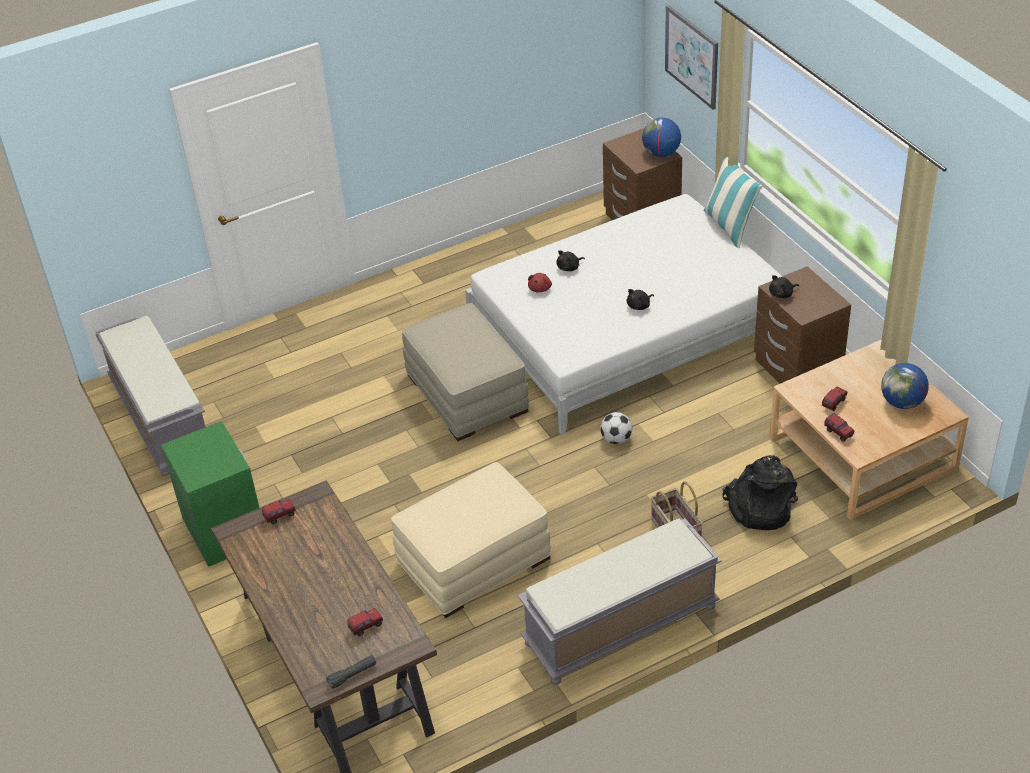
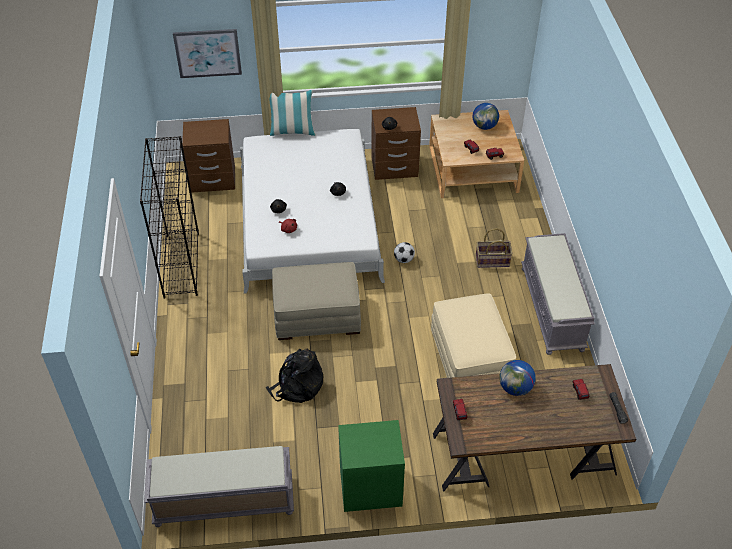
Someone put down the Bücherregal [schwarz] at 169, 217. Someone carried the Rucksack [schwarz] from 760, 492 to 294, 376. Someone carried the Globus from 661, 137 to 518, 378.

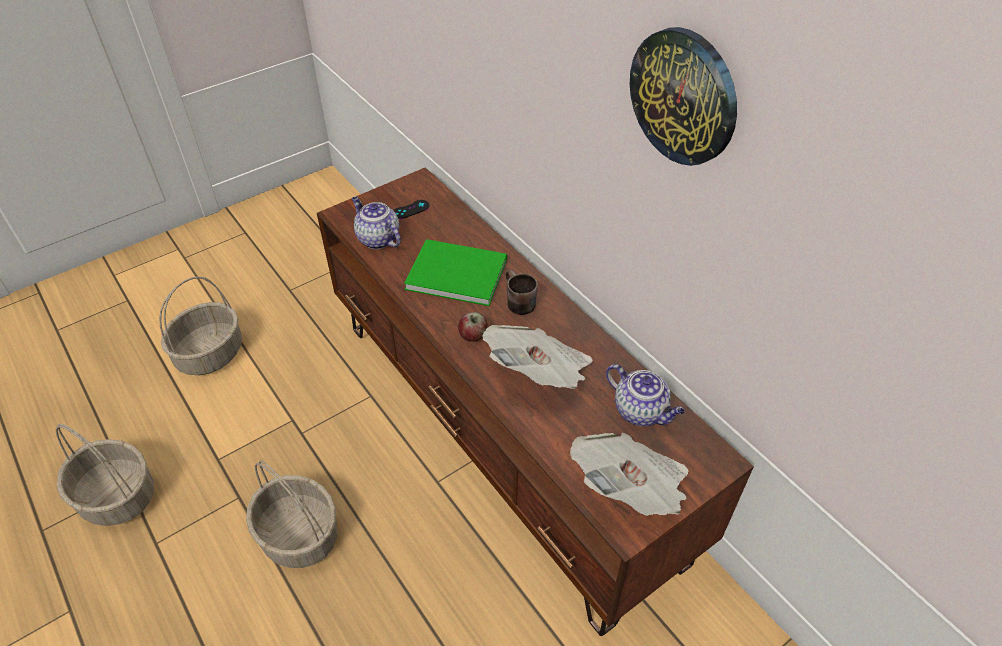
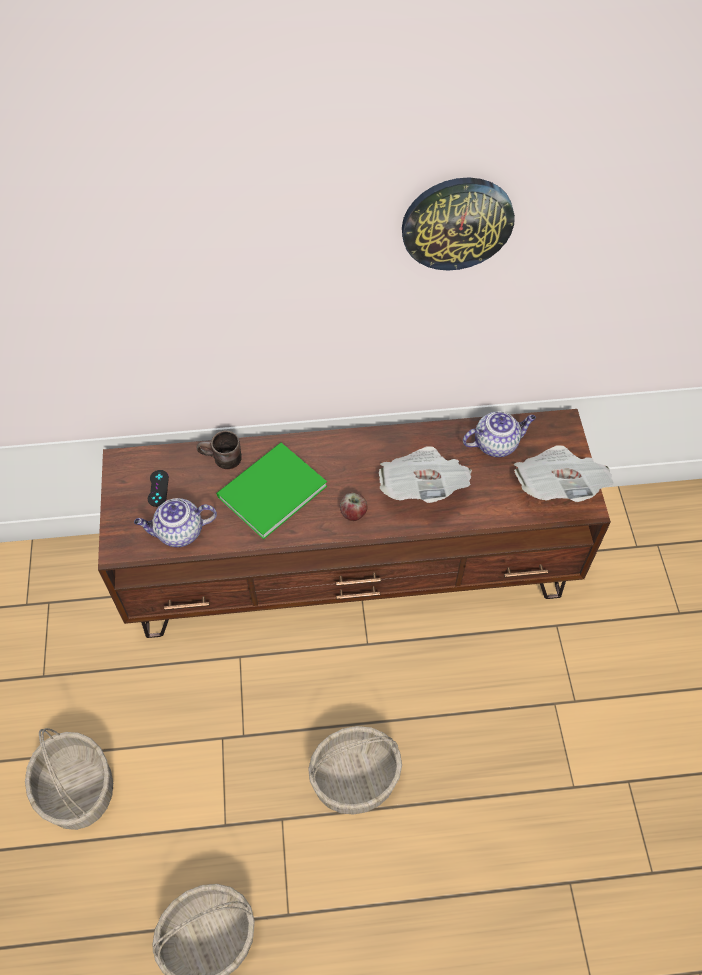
Someone carried the Henkelbecher [braun] from 522, 292 to 219, 449.

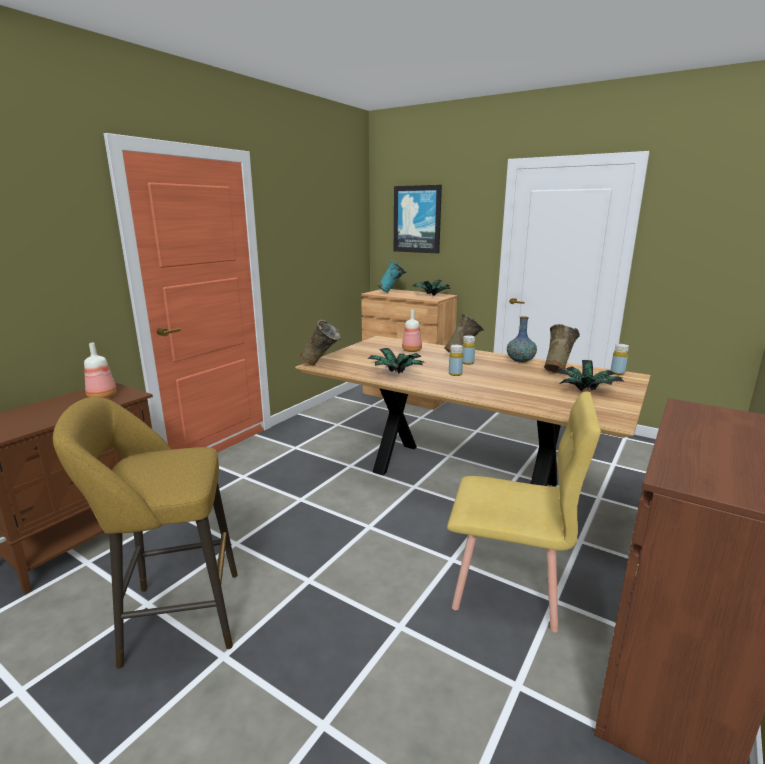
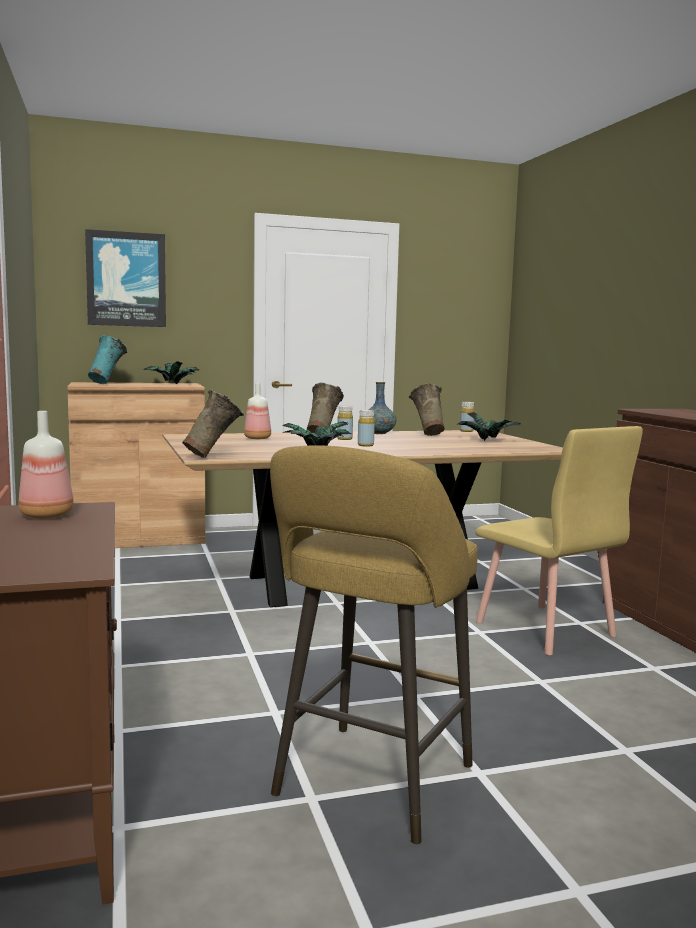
Someone rotated the Stuhl [gelb] at 524, 512 by 90 degrees clockwise.

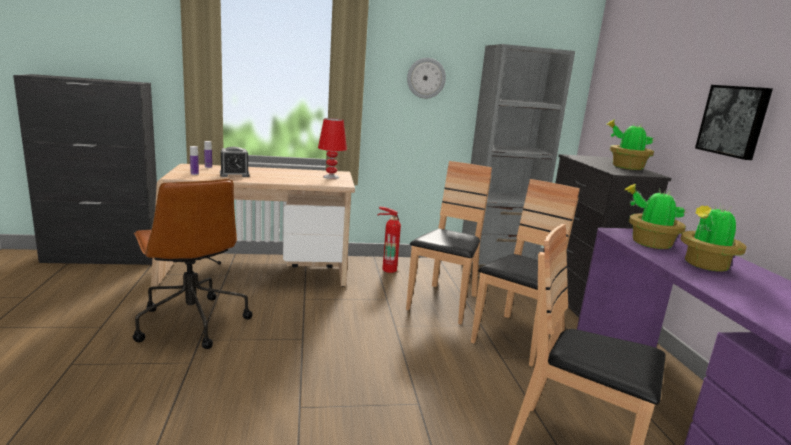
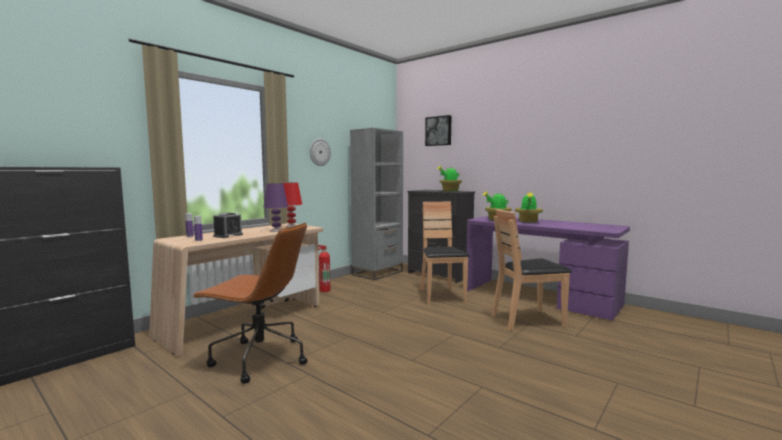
Someone put down the Tischlampe [lila] at 275, 207. Someone carried the Bild from 734, 122 to 438, 130. Someone took away the Stuhl [braun] at 449, 242.

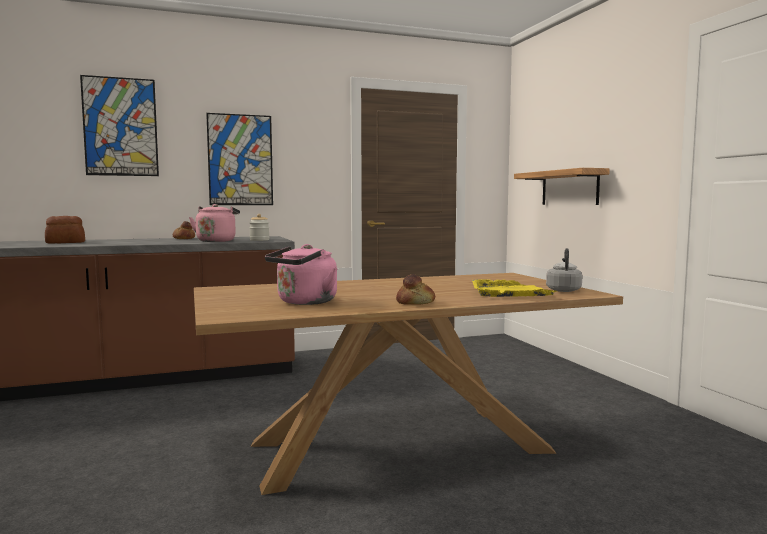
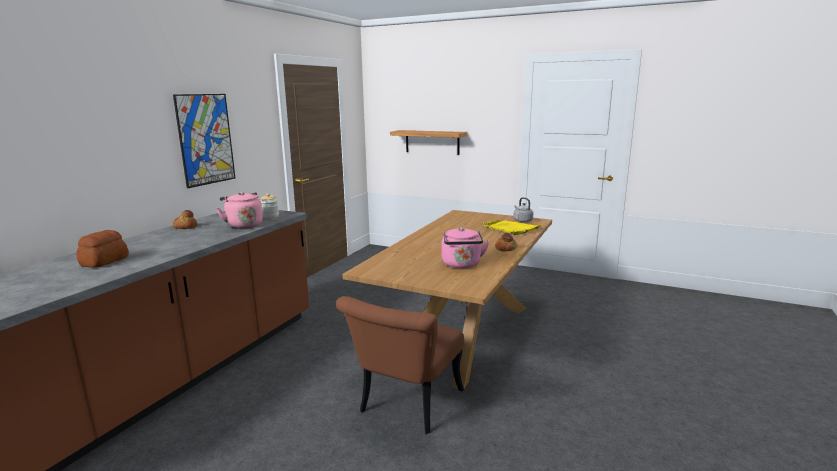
Someone put down the Stuhl [braun] at 400, 365. Someone took away the Bild at 119, 125.

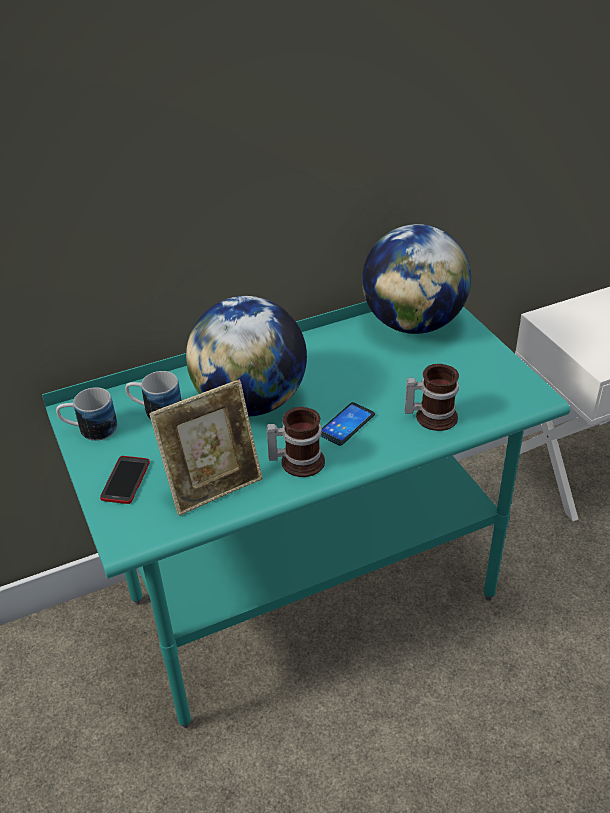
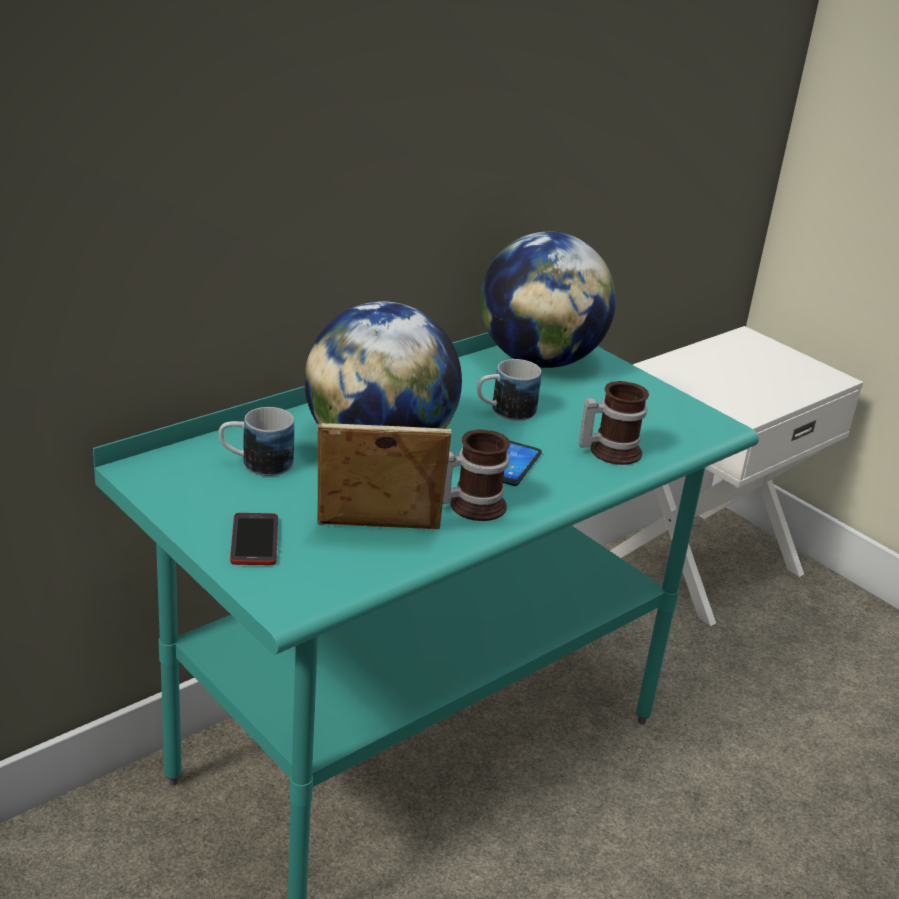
Someone rotated the Bilderrahmen at 206, 448 by 135 degrees counterclockwise. Someone carried the Henkelbecher from 86, 414 to 509, 390.

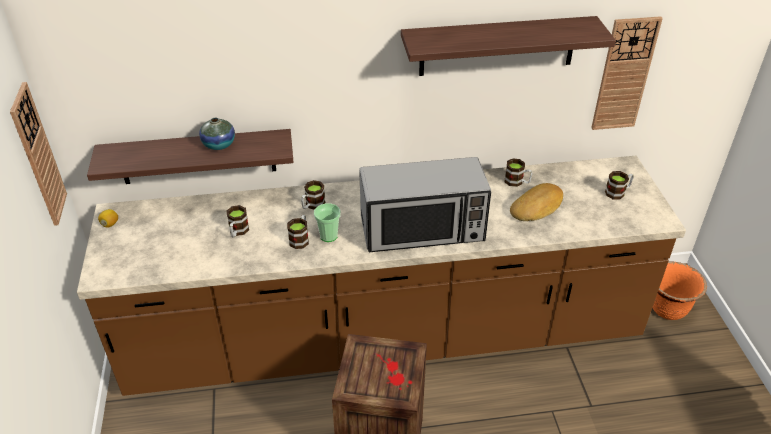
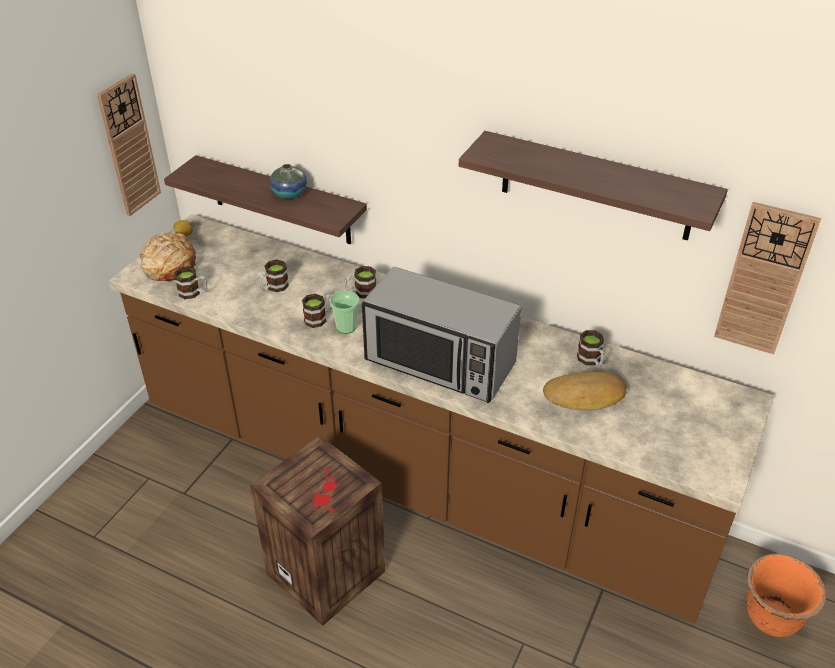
Someone put down the Brot at 168, 256. Someone carried the Henkelbecher from 619, 185 to 191, 282.

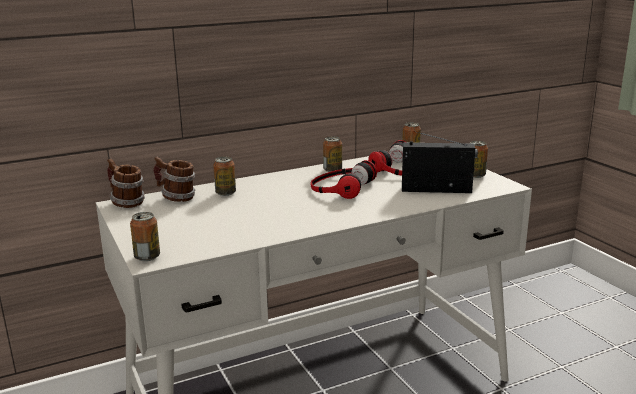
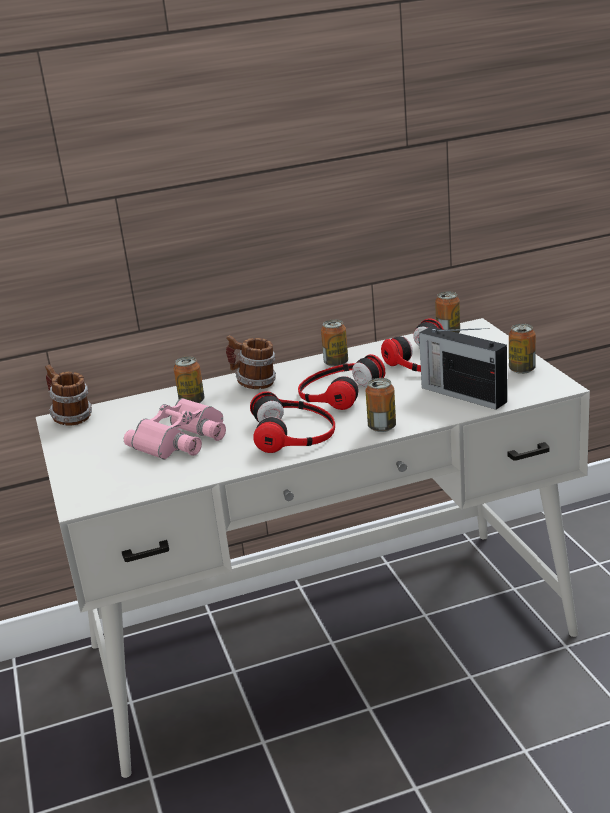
Someone put down the Fernglas [rosa] at 175, 429. Someone carried the Henkelbecher from 174, 179 to 251, 362. Someone put down the Kopfhörer at 292, 422. Someone carried the Dose from 145, 236 to 380, 405. Someone rotated the Radio at 440, 162 by 150 degrees counterclockwise.

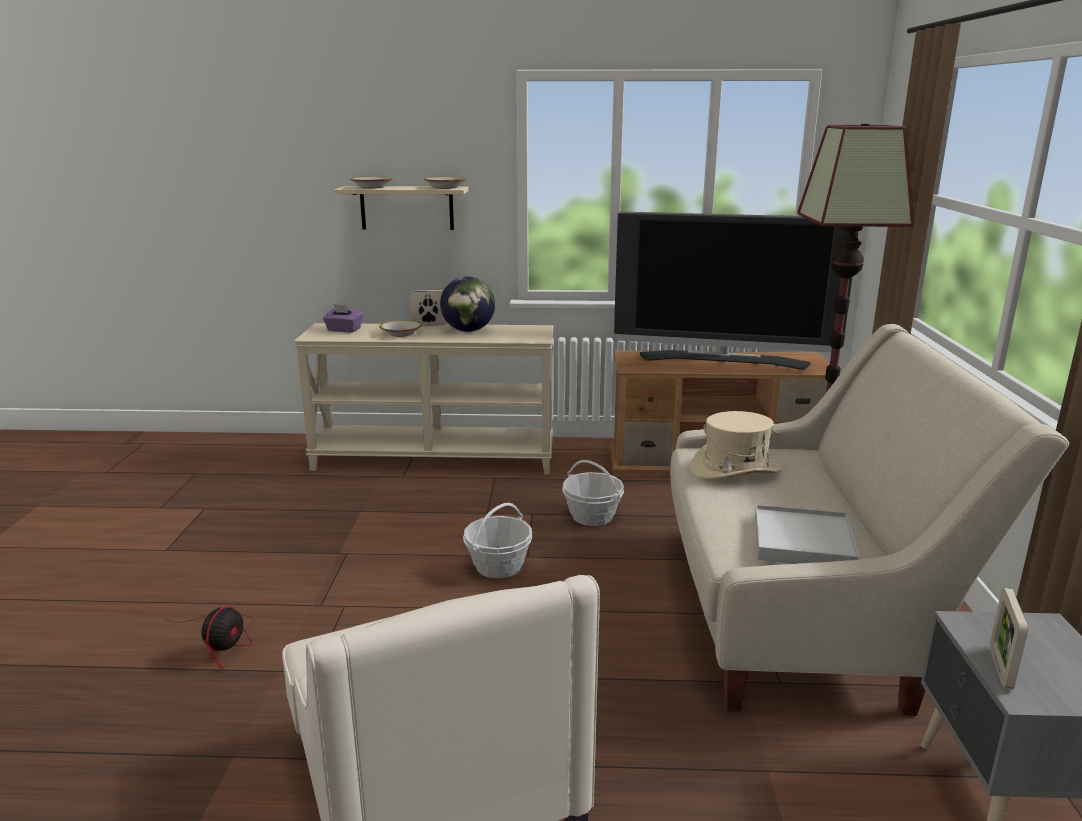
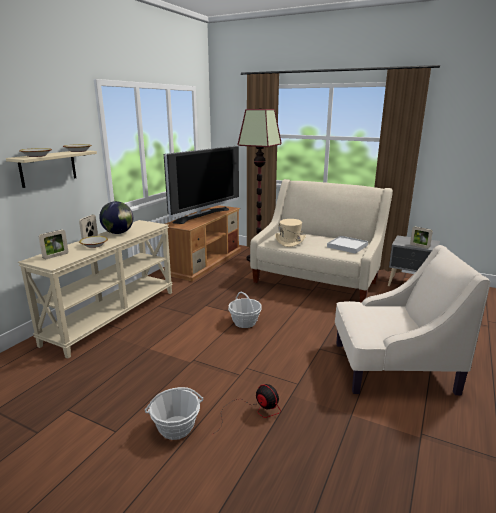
Someone swapped the Taschentuchbox [lila] at 343, 318 for the Bilderrahmen at 53, 244. Someone carried the Korb from 593, 493 to 174, 413.

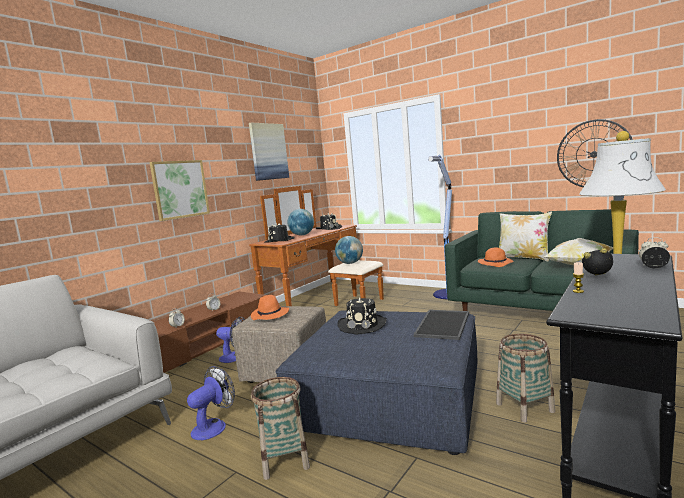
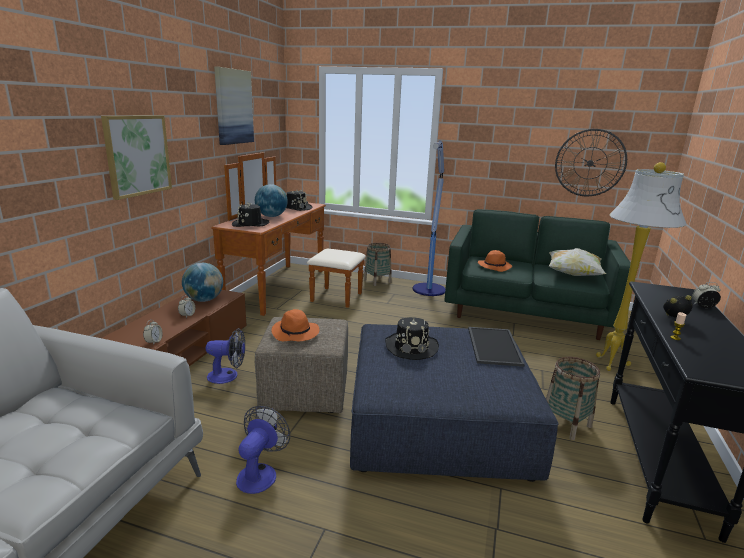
Someone carried the Globus from 349, 250 to 202, 282. Someone carried the Korb from 280, 428 to 378, 264. Someone took away the Kissen at 525, 237.

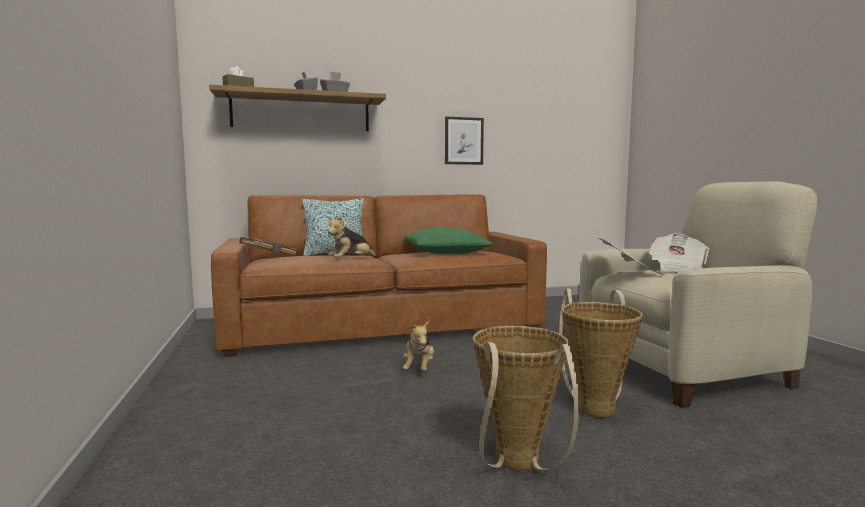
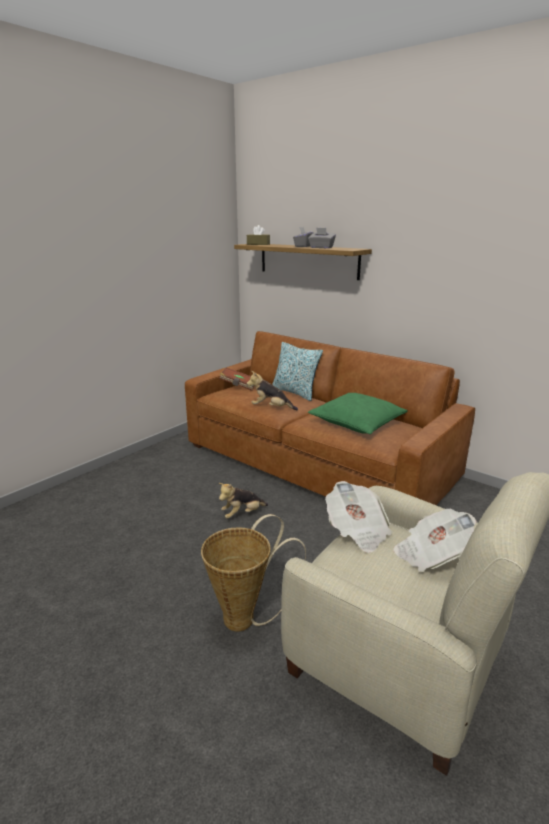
Someone took away the Bild at 464, 141. Someone took away the Korb at 526, 398.

